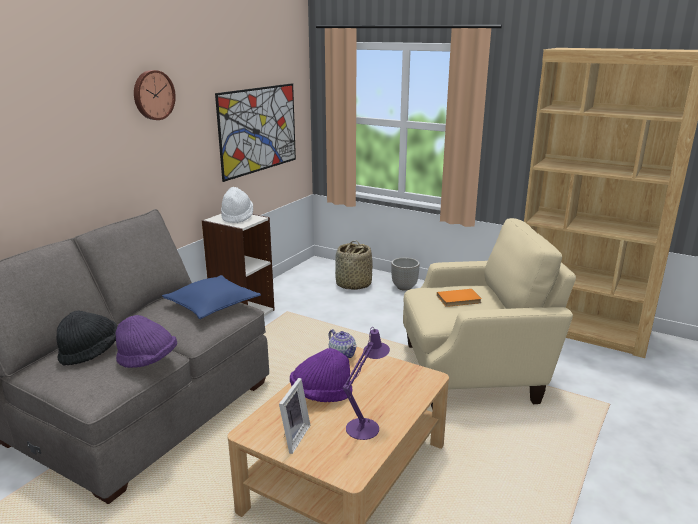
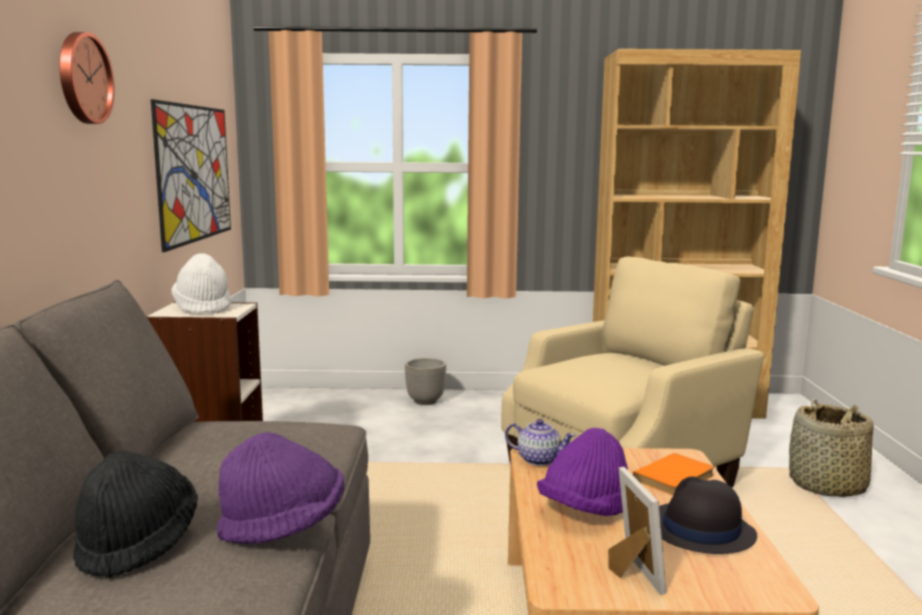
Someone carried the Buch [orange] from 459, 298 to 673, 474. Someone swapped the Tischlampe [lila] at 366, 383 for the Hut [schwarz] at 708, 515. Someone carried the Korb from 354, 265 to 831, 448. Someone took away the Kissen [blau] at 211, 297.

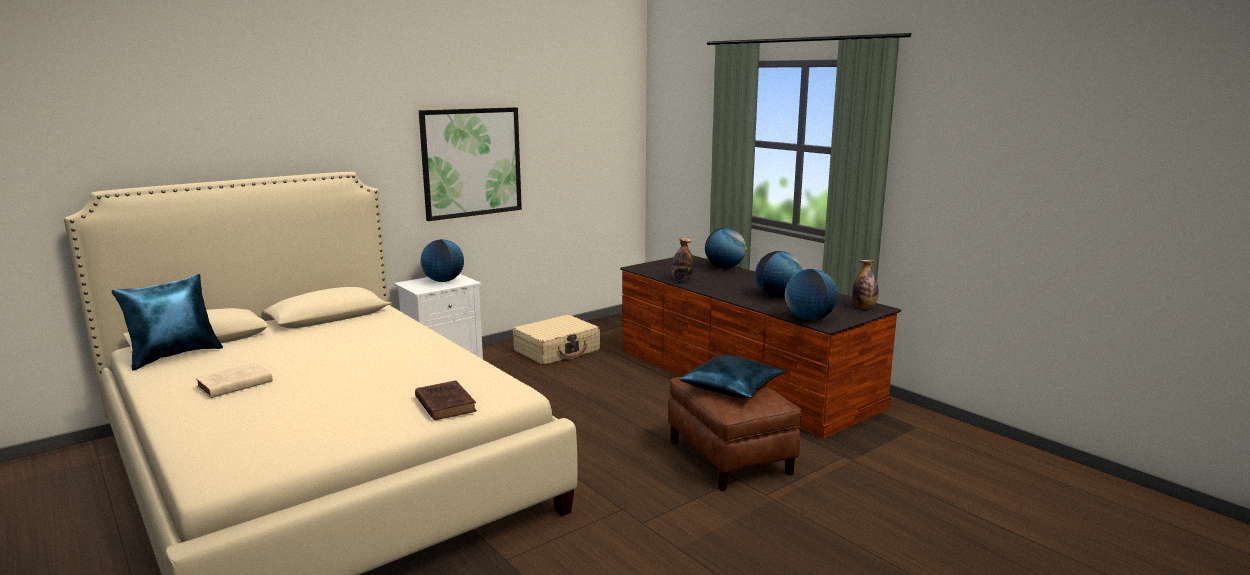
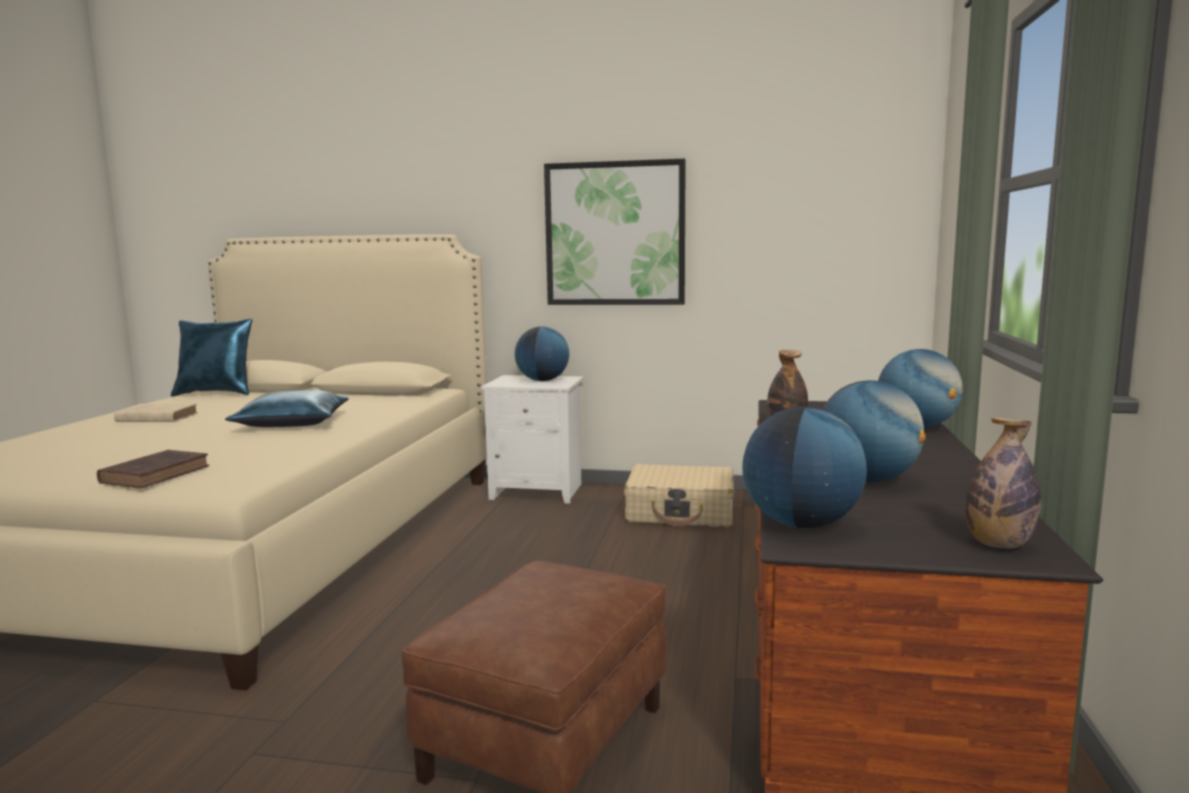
Someone carried the Kissen [blau] from 732, 376 to 287, 408.

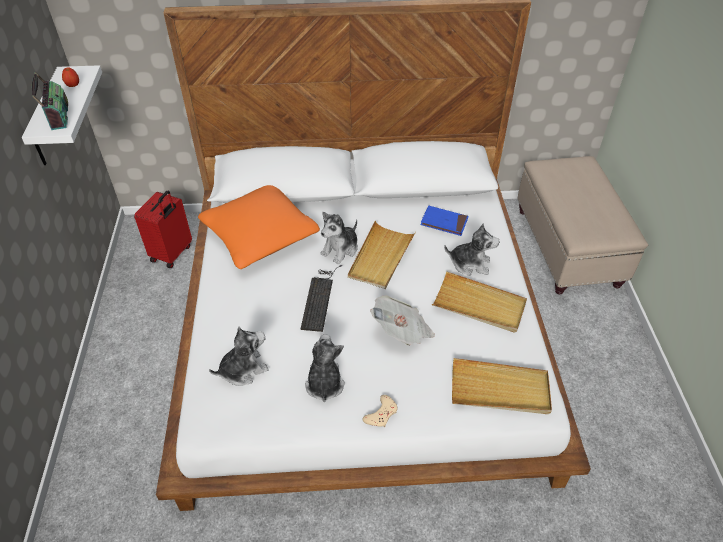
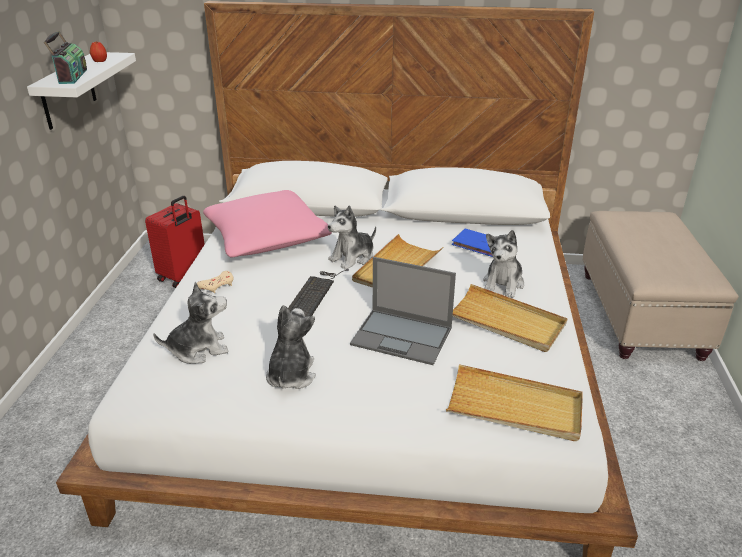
Someone carried the Gamepad [beige] from 380, 411 to 215, 282. Someone repainted the Kissen [orange] at 259, 227, which became the Kissen [rosa] at 267, 224. Someone swapped the Zeitung at 402, 320 for the Laptop at 403, 311. Someone rotated the Plüschtier at 472, 250 by 90 degrees clockwise.

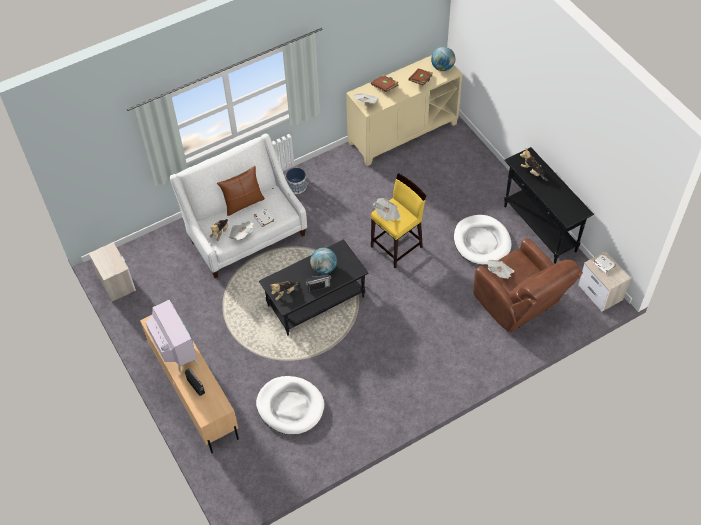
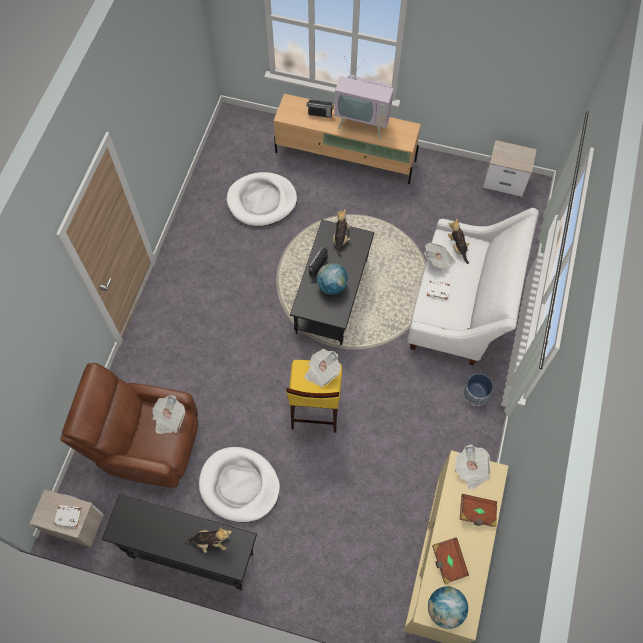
Someone took away the Kissen [braun] at 241, 191.

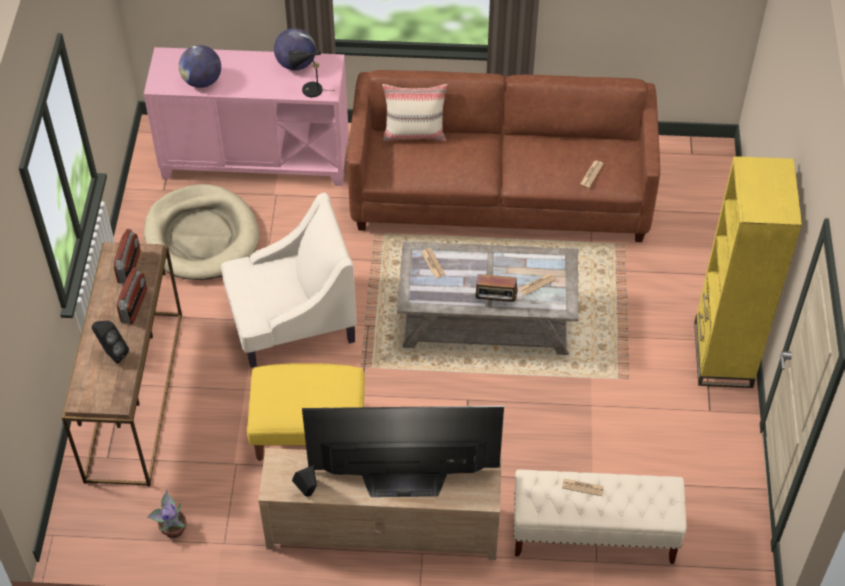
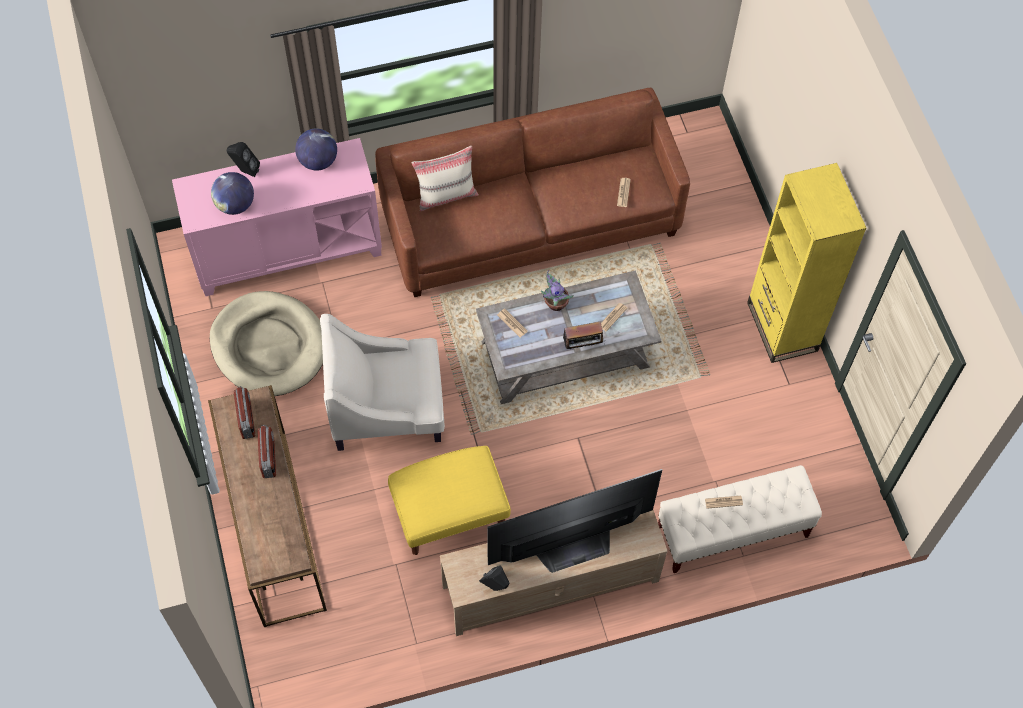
Someone carried the Lautsprecher [schwarz] from 110, 342 to 243, 159. Someone rotated the Sessel [beige] at 289, 280 by 150 degrees counterclockwise. Someone carried the Topfpflanze from 167, 513 to 557, 290. Someone took away the Tischlampe [schwarz] at 310, 73.

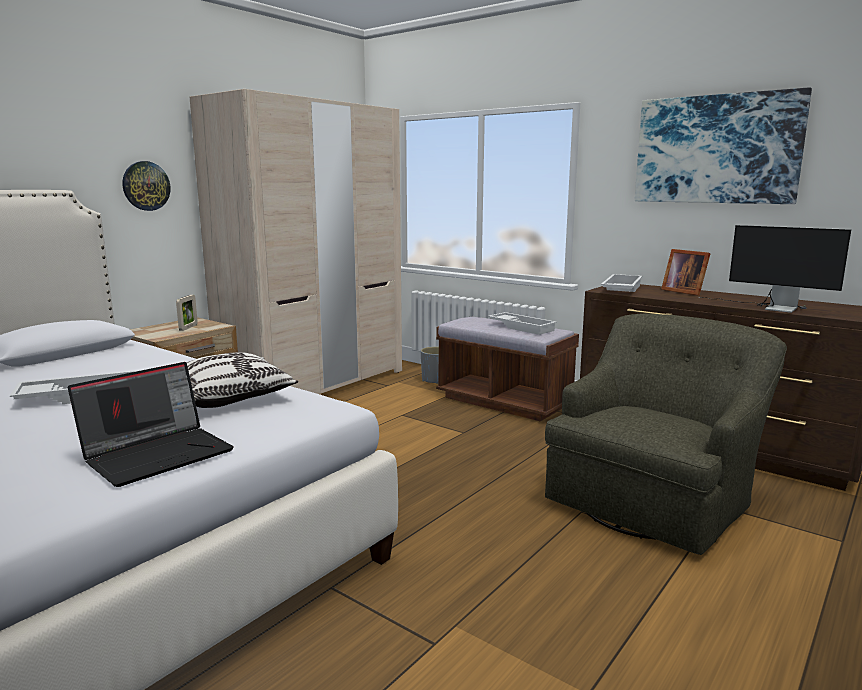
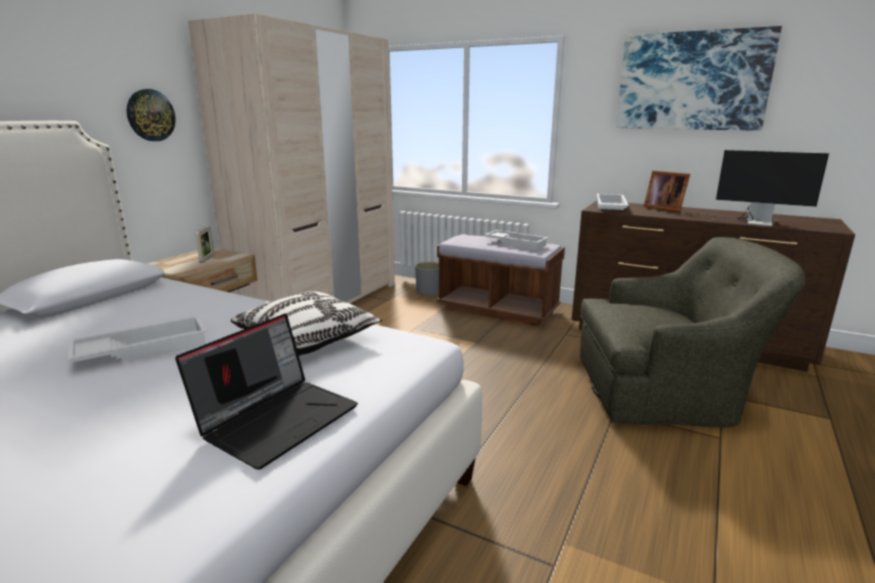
Someone rotated the Sessel [grün] at 666, 434 by 60 degrees clockwise.

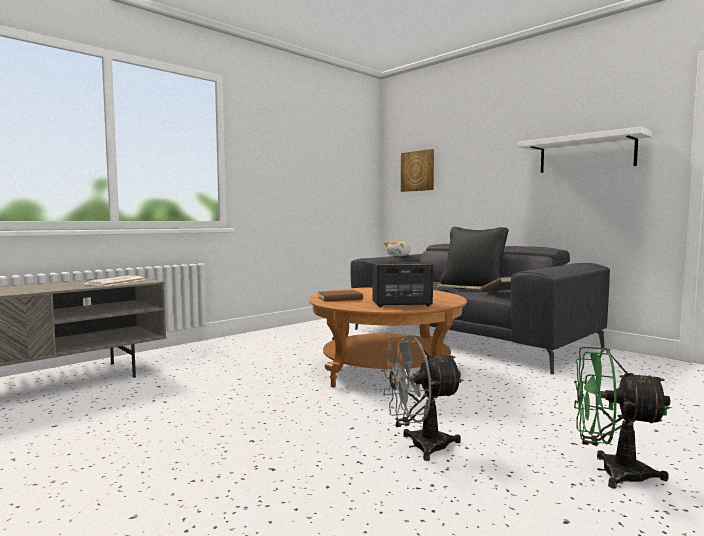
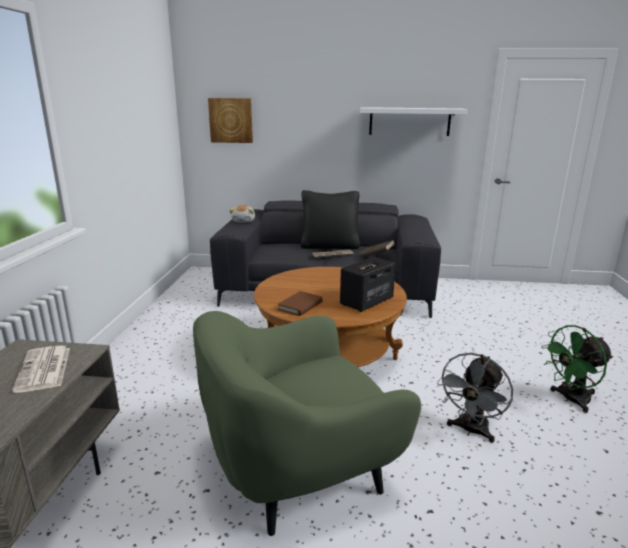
Someone put down the Sessel [grün] at 307, 423.

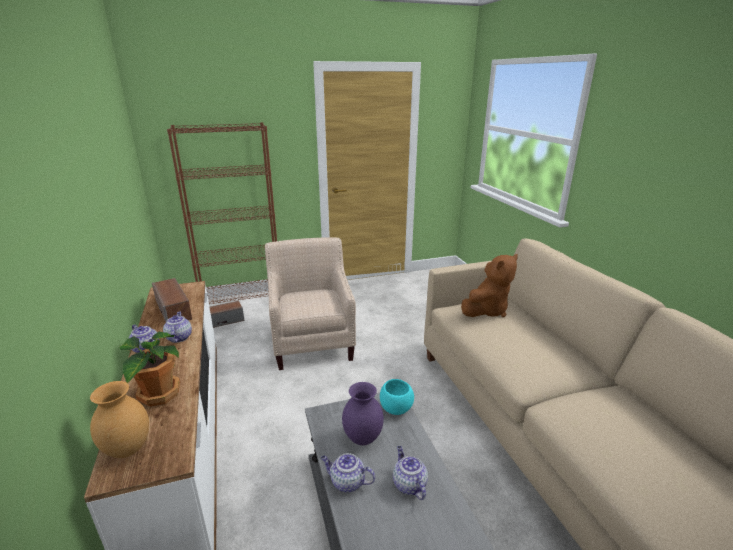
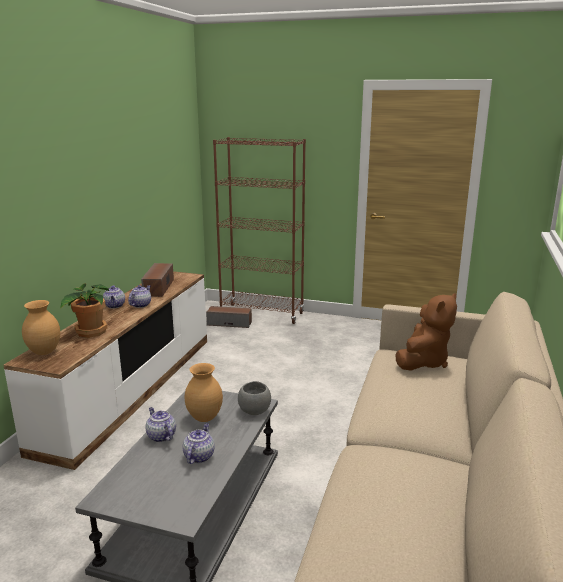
Someone repainted the Vase [lila] at 363, 413, which became the Vase [braun] at 204, 392. Someone repainted the Schüssel [türkis] at 397, 397, which became the Schüssel [grau] at 254, 398. Someone rotated the Plüschtier [braun] at 489, 285 by 45 degrees counterclockwise. Someone took away the Sessel [beige] at 310, 303.

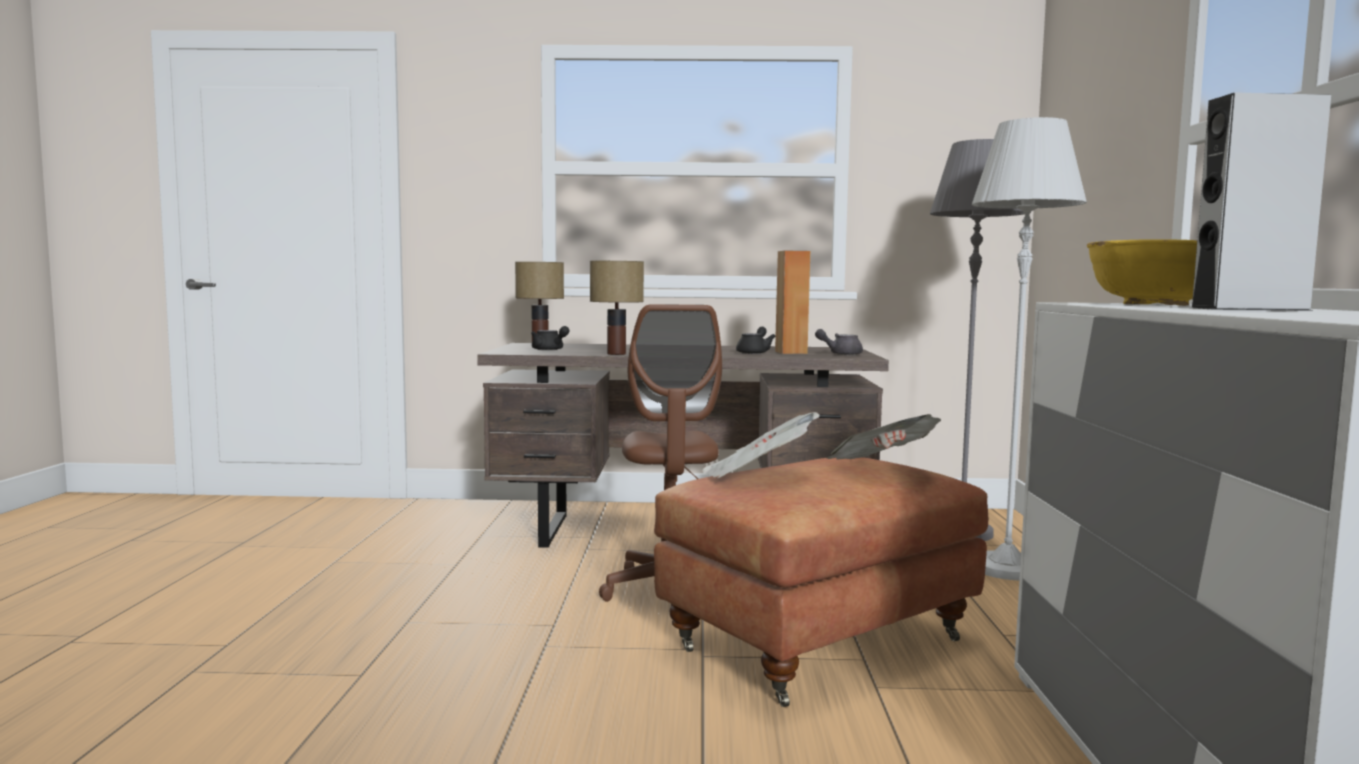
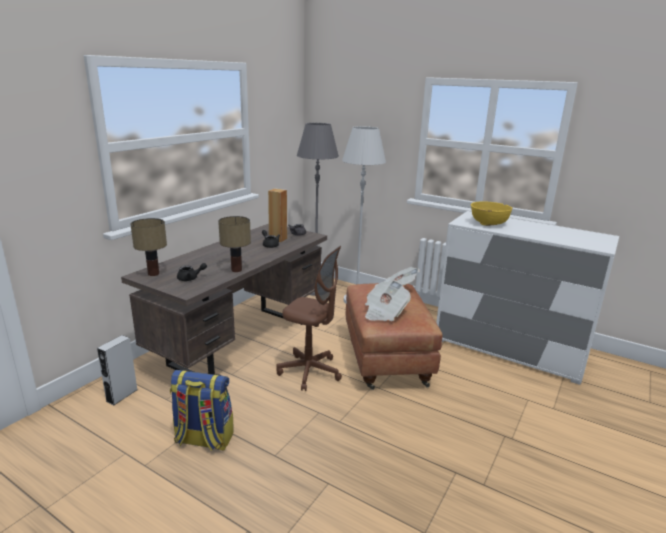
Someone carried the Lautsprecher [grau] from 1261, 202 to 117, 370. Someone put down the Rucksack at 202, 410.

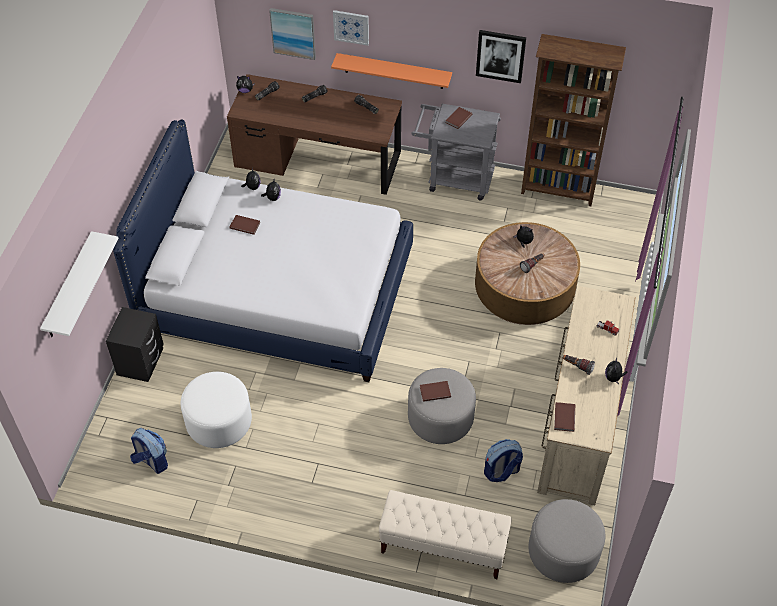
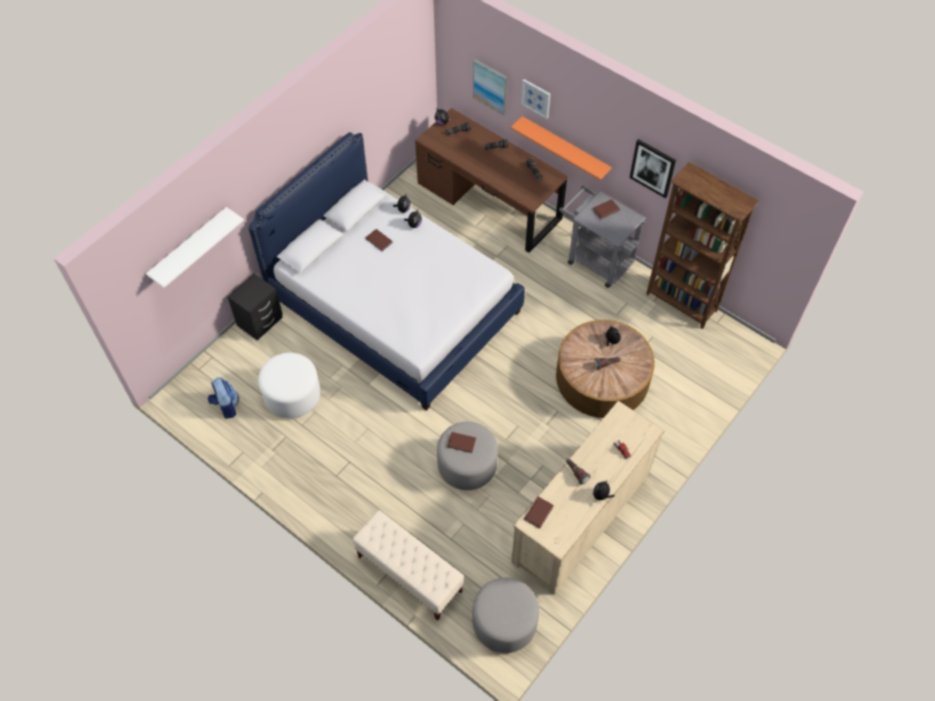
Someone took away the Rucksack at 503, 460.

